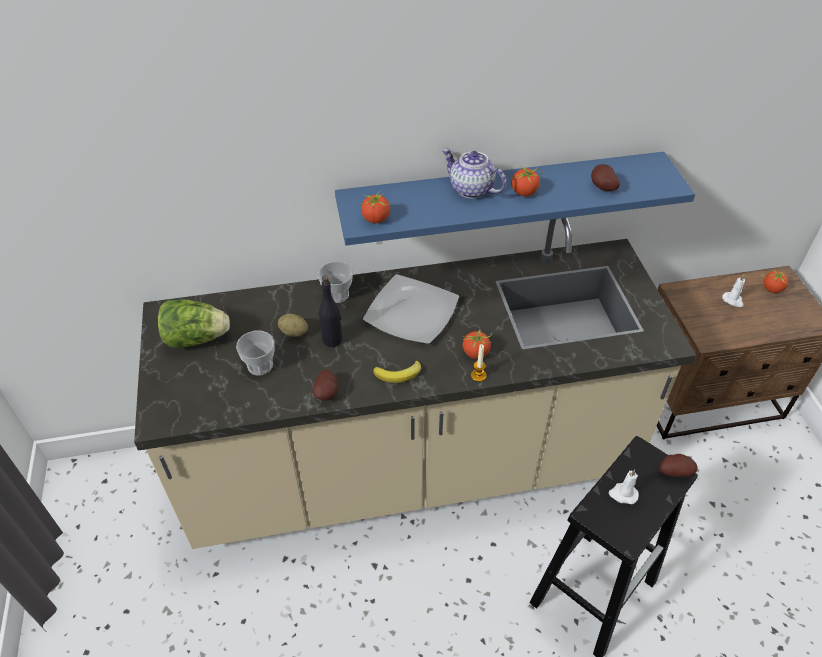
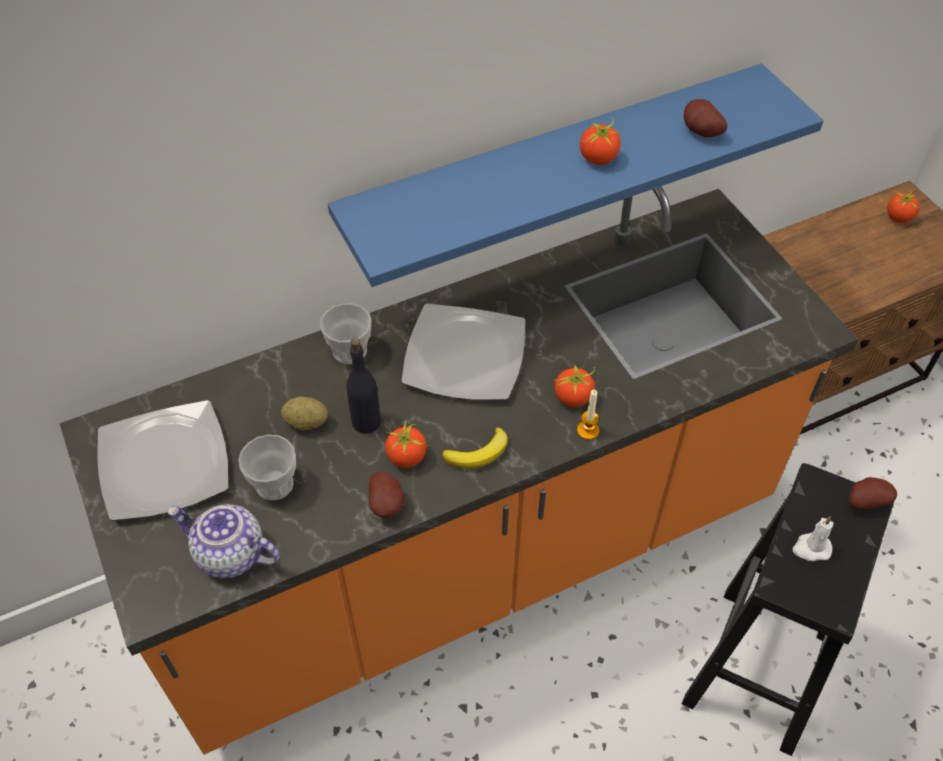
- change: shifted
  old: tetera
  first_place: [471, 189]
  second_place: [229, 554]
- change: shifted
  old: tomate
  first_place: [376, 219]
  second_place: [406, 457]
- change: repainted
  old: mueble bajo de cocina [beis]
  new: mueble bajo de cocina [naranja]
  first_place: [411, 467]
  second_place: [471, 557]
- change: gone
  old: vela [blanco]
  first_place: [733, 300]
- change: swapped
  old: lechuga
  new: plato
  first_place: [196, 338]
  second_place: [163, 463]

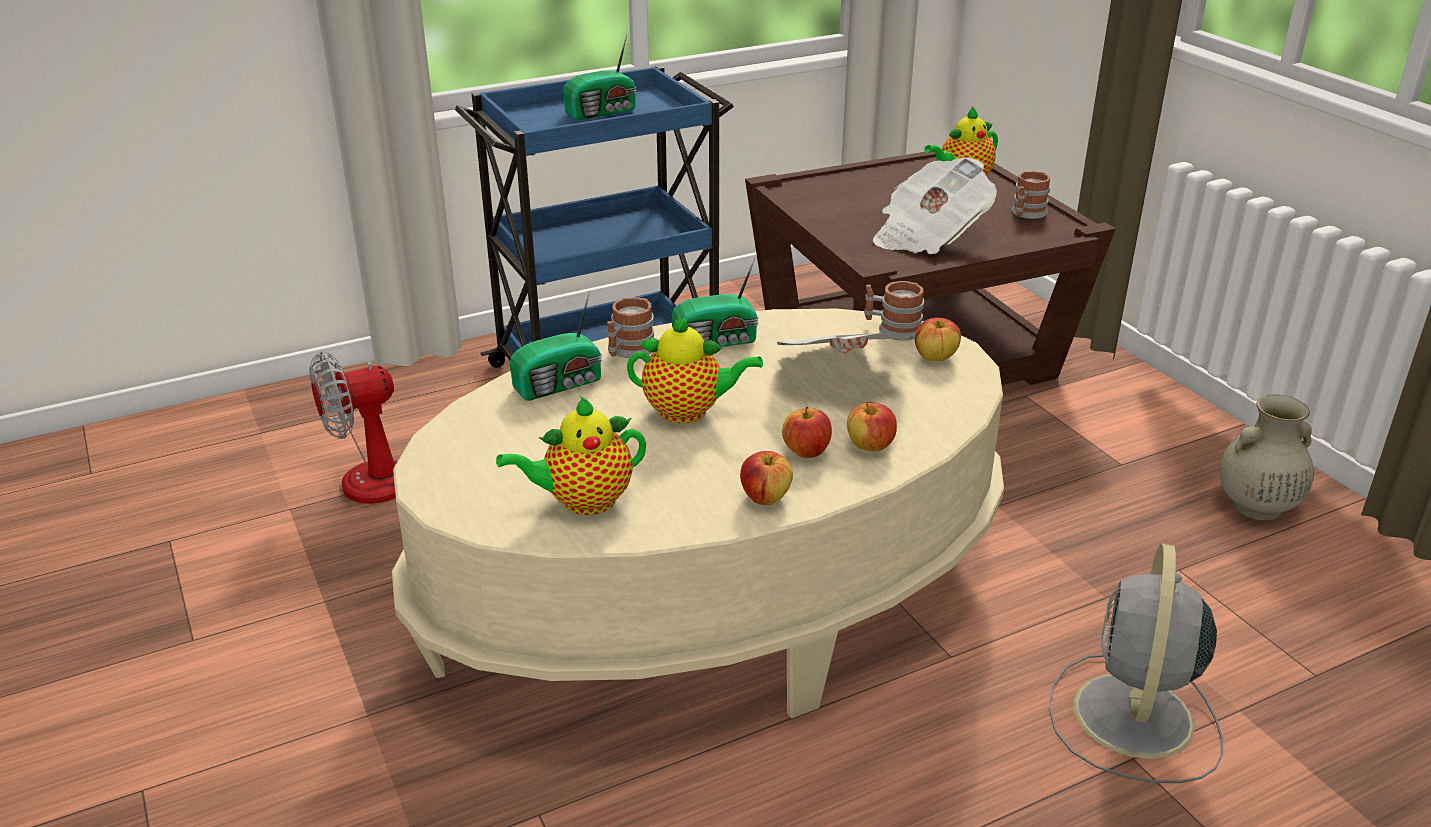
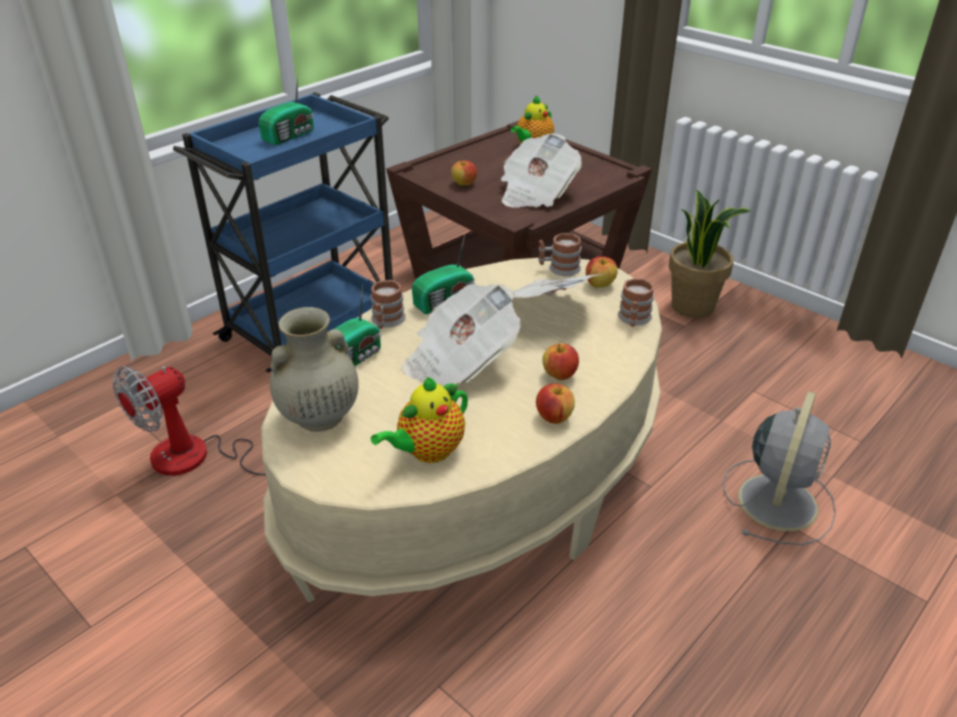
- change: shifted
  old: taza grande
  first_place: [1026, 214]
  second_place: [633, 320]
- change: swapped
  old: tetera
  new: periódico
  first_place: [688, 412]
  second_place: [459, 361]
- change: shifted
  old: florero [beis]
  first_place: [1255, 507]
  second_place: [318, 417]
- change: shifted
  old: manzana
  first_place: [870, 446]
  second_place: [464, 184]
- change: rotated
  old: ventilador [gris]
  first_place: [1132, 719]
  second_place: [778, 500]
  degrees: -150
- change: new
  new: planta en maceta
  second_place: [693, 306]

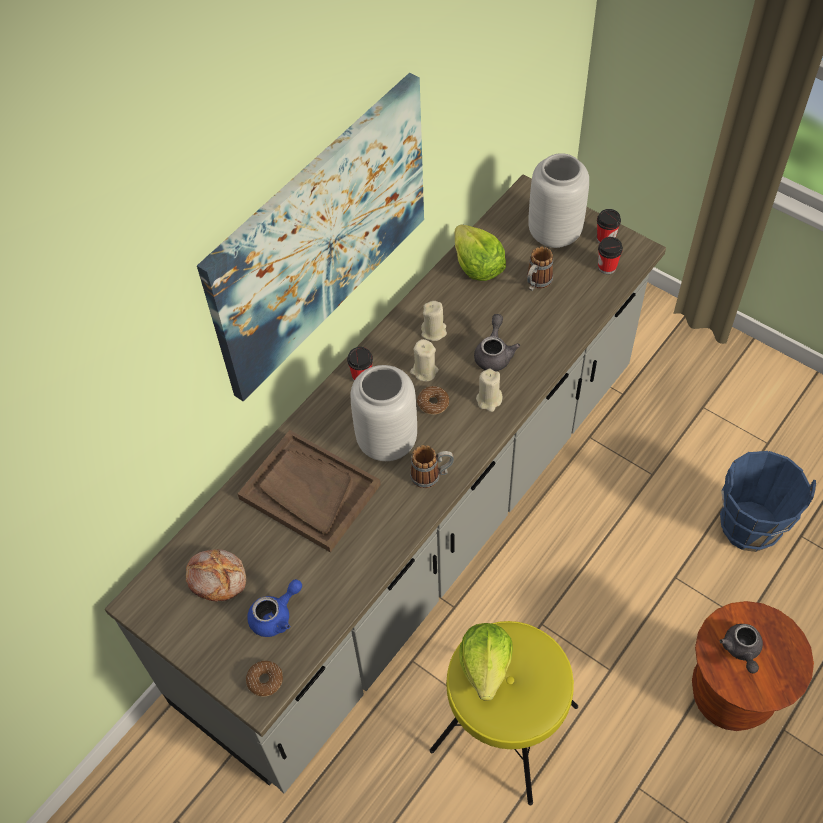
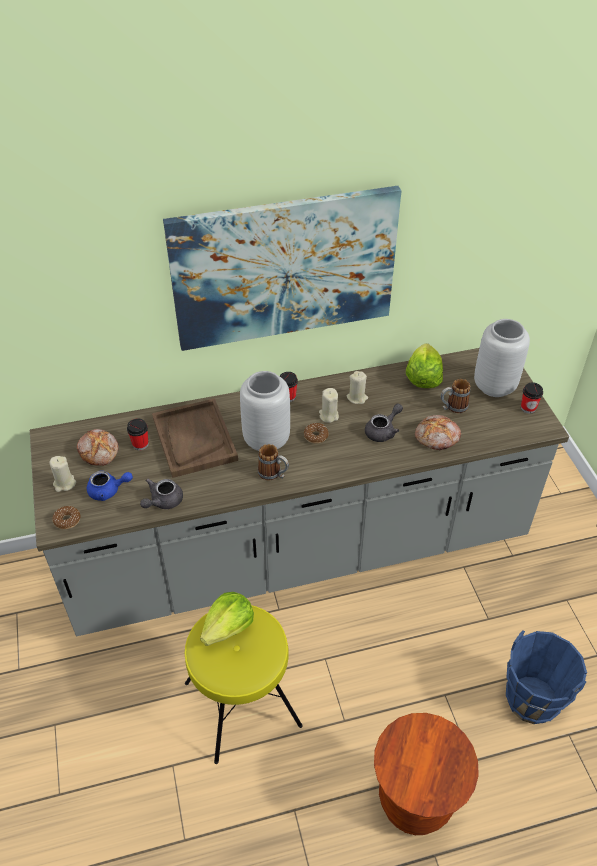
- change: shifted
  old: taza
  first_place: [607, 267]
  second_place: [140, 444]
- change: shifted
  old: vela [beis]
  first_place: [489, 400]
  second_place: [64, 483]
- change: shifted
  old: tetera [gris]
  first_place: [741, 650]
  second_place: [163, 501]
- change: new
  new: pan
  second_place: [437, 437]

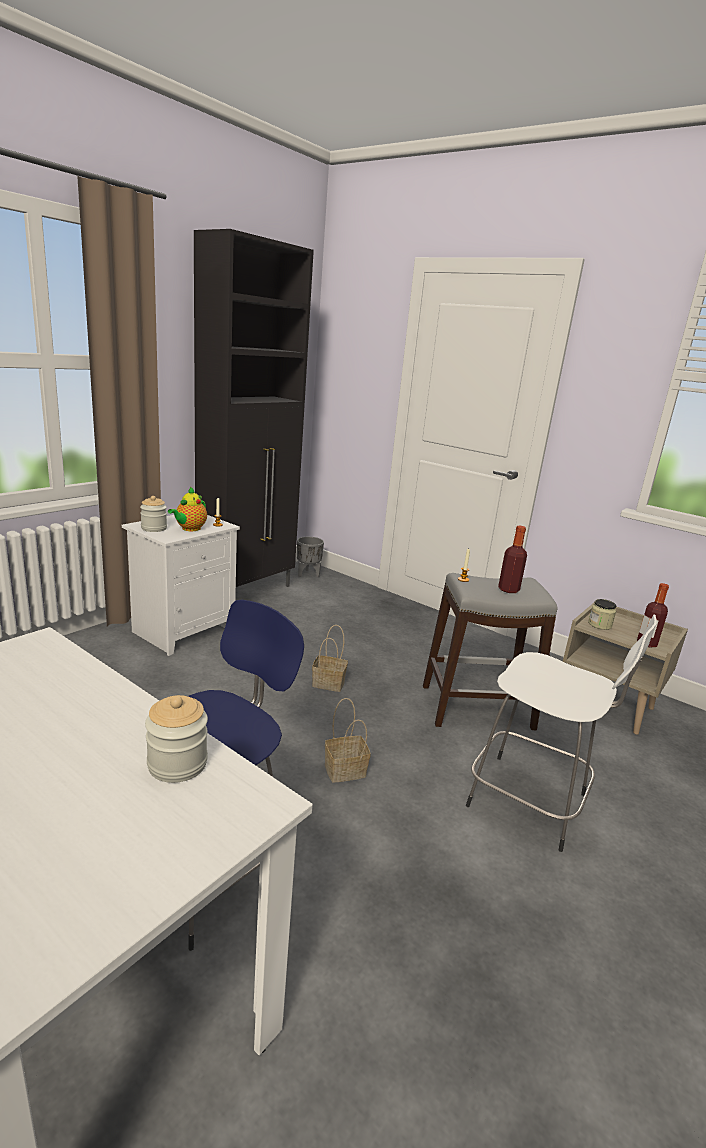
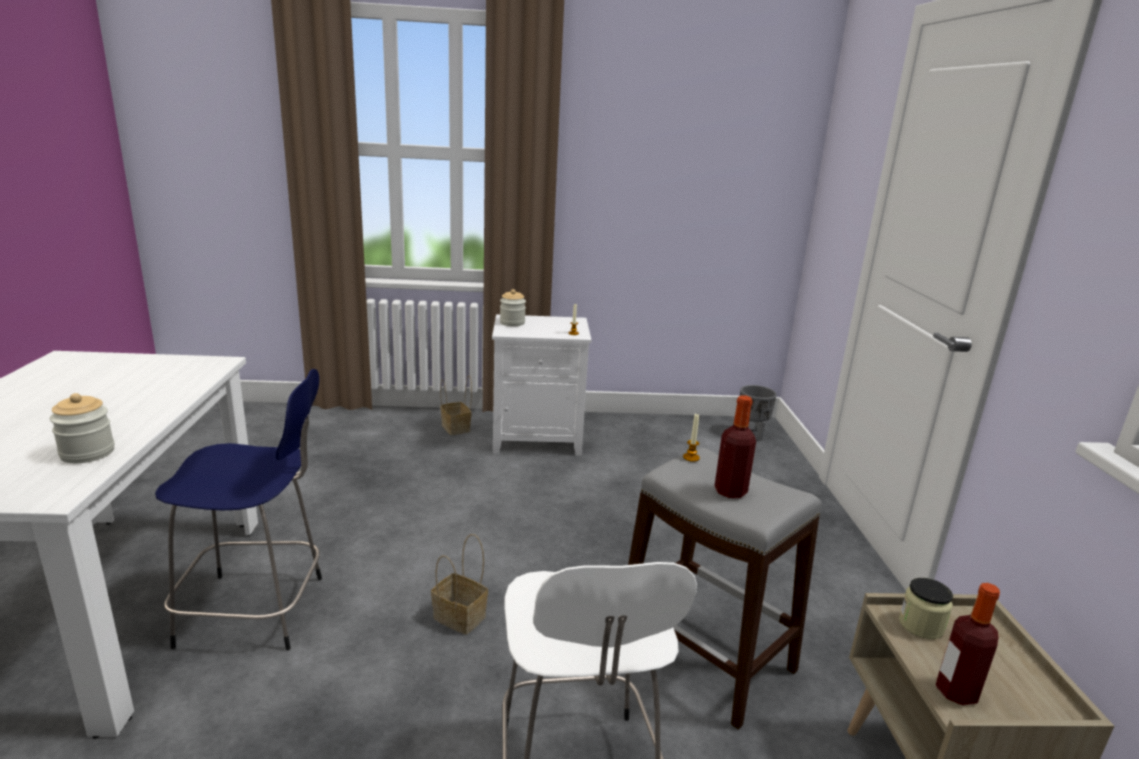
- change: gone
  old: armario [negro]
  first_place: [248, 591]
- change: gone
  old: tetera
  first_place: [189, 529]
- change: shifted
  old: cesta
  first_place: [329, 683]
  second_place: [456, 428]

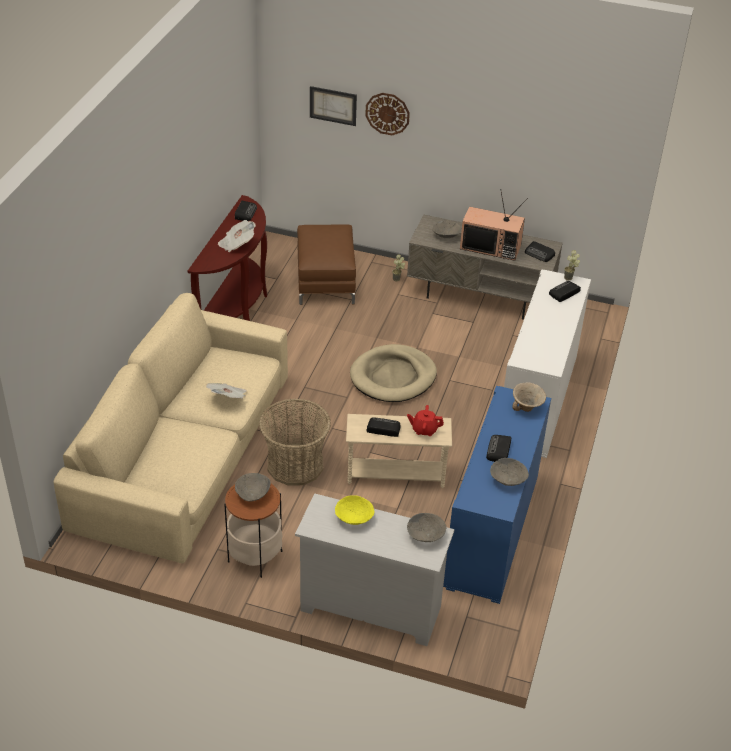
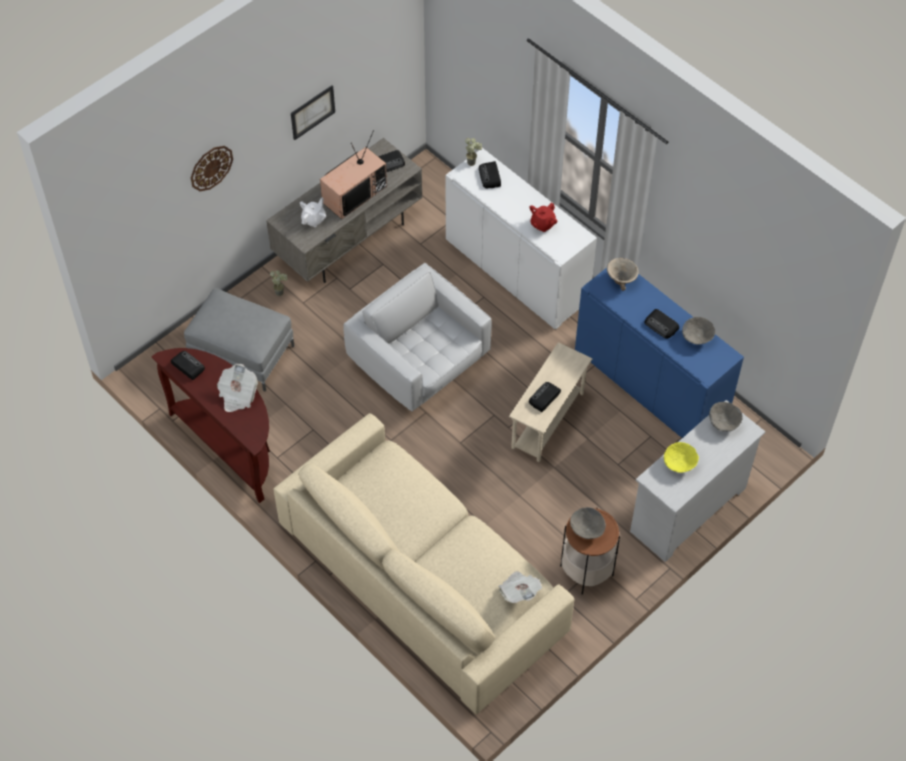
- change: shifted
  old: cuadro
  first_place: [333, 105]
  second_place: [312, 112]
- change: swapped
  old: cuenco [gris]
  new: tetera [blanco]
  first_place: [446, 236]
  second_place: [314, 219]
- change: repainted
  old: puf [marrón]
  new: puf [gris]
  first_place: [325, 281]
  second_place: [242, 353]
- change: swapped
  old: cama para perro [beis]
  new: sillón [blanco]
  first_place: [393, 377]
  second_place: [420, 363]
- change: shifted
  old: periódico
  first_place: [228, 398]
  second_place: [519, 591]
- change: gone
  old: cesta
  first_place: [295, 465]
- change: shifted
  old: tetera [rojo]
  first_place: [424, 429]
  second_place: [542, 224]

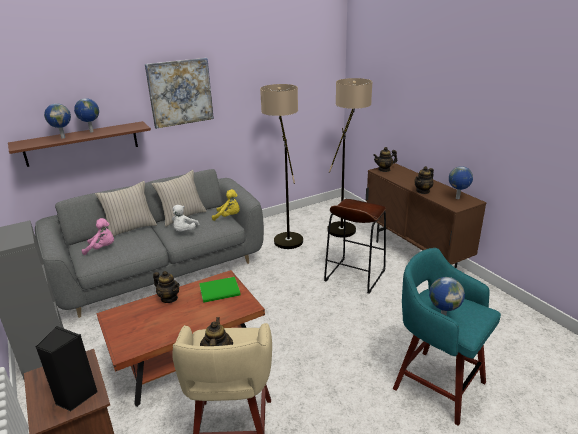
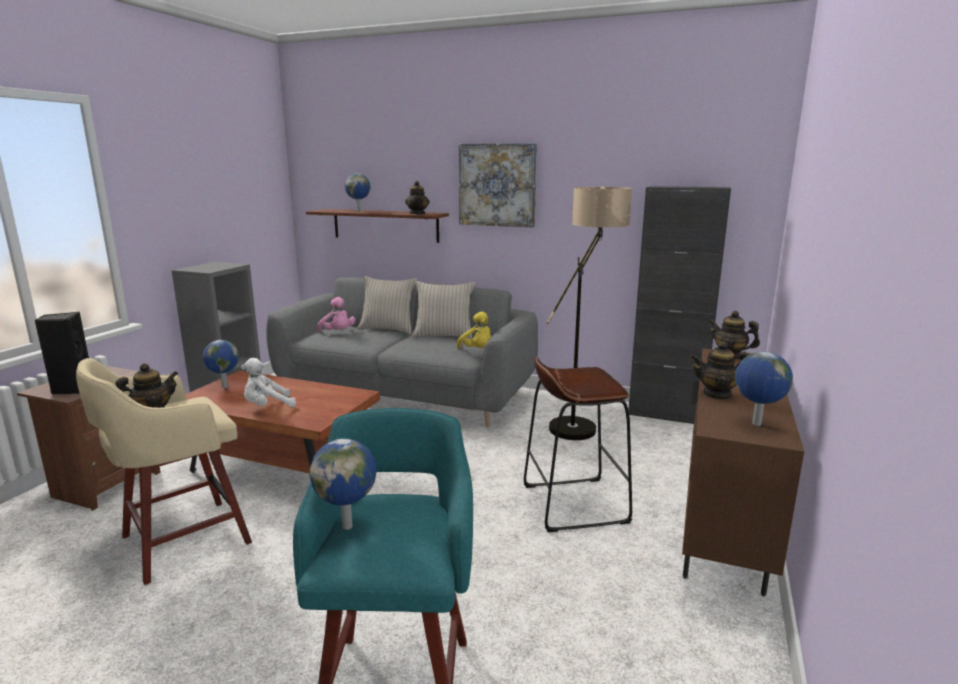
- change: gone
  old: lámpara de pie
  first_place: [346, 225]
- change: shifted
  old: globo terráqueo
  first_place: [91, 132]
  second_place: [224, 387]
- change: shifted
  old: peluche [blanco]
  first_place: [184, 231]
  second_place: [267, 407]
- change: shifted
  old: tetera
  first_place: [169, 298]
  second_place: [417, 213]
- change: gone
  old: libro [verde]
  first_place: [221, 291]
- change: new
  new: armario [negro]
  second_place: [665, 414]

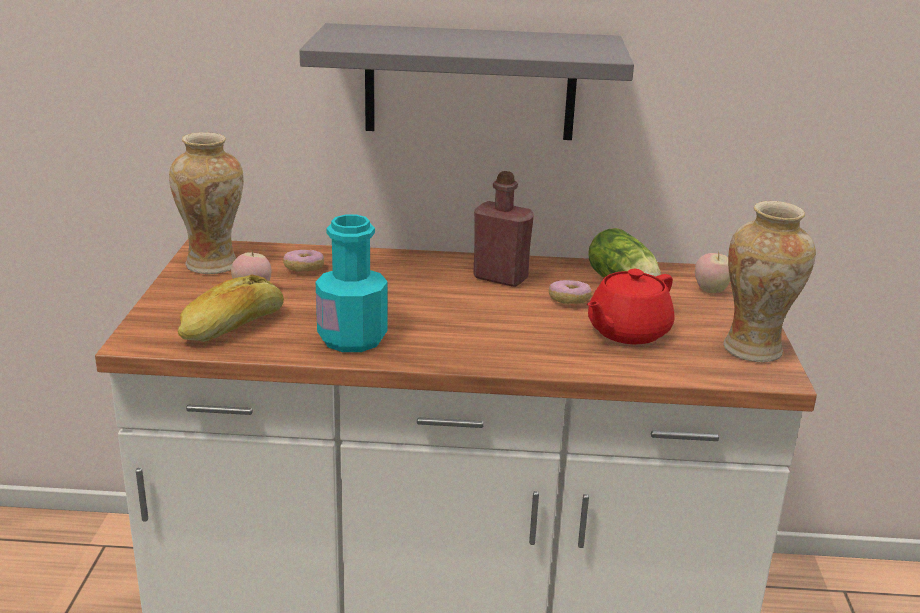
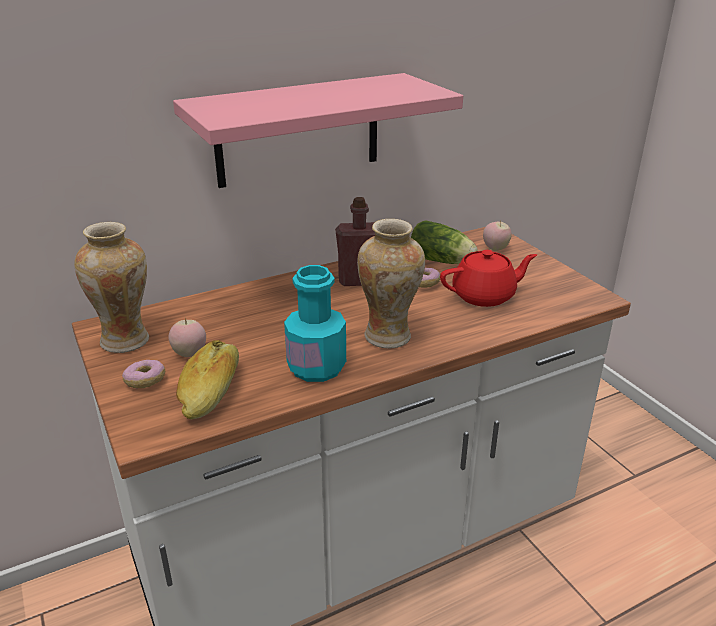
- change: repainted
  old: estante [gris]
  new: estante [rosa]
  first_place: [470, 83]
  second_place: [298, 130]
- change: shifted
  old: florero
  first_place: [754, 350]
  second_place: [389, 337]
- change: shifted
  old: rosquilla
  first_place: [304, 269]
  second_place: [145, 381]
- change: rotated
  old: tetera [rojo]
  first_place: [626, 332]
  second_place: [485, 296]
  degrees: -120

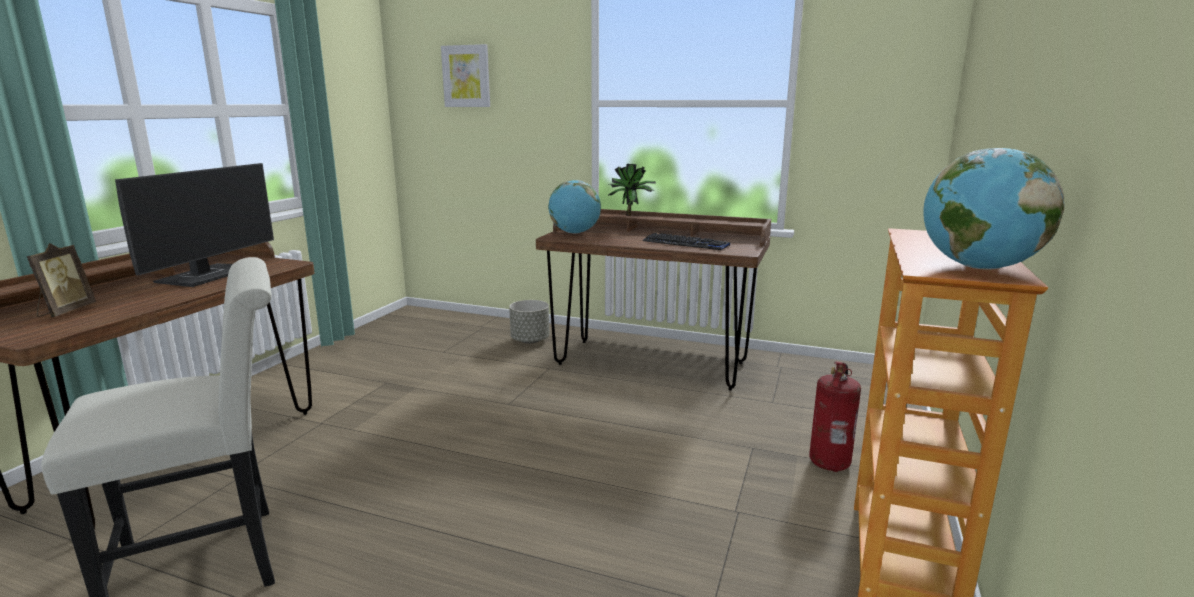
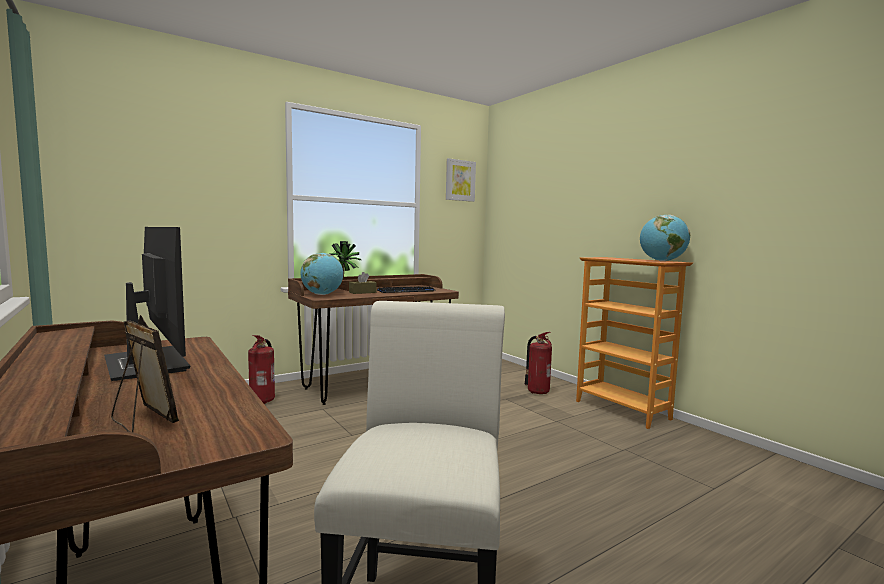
- change: shifted
  old: cuadro
  first_place: [466, 76]
  second_place: [460, 180]
- change: swapped
  old: maceta [gris]
  new: extintor
  first_place: [530, 340]
  second_place: [263, 400]
- change: new
  new: caja de pañuelos [marrón]
  second_place: [362, 292]

